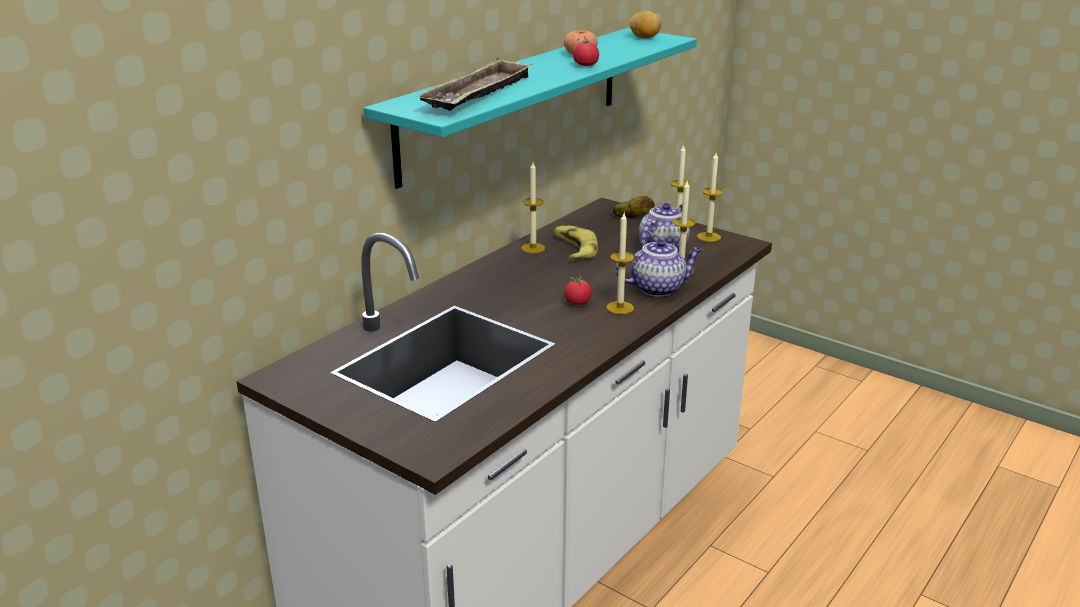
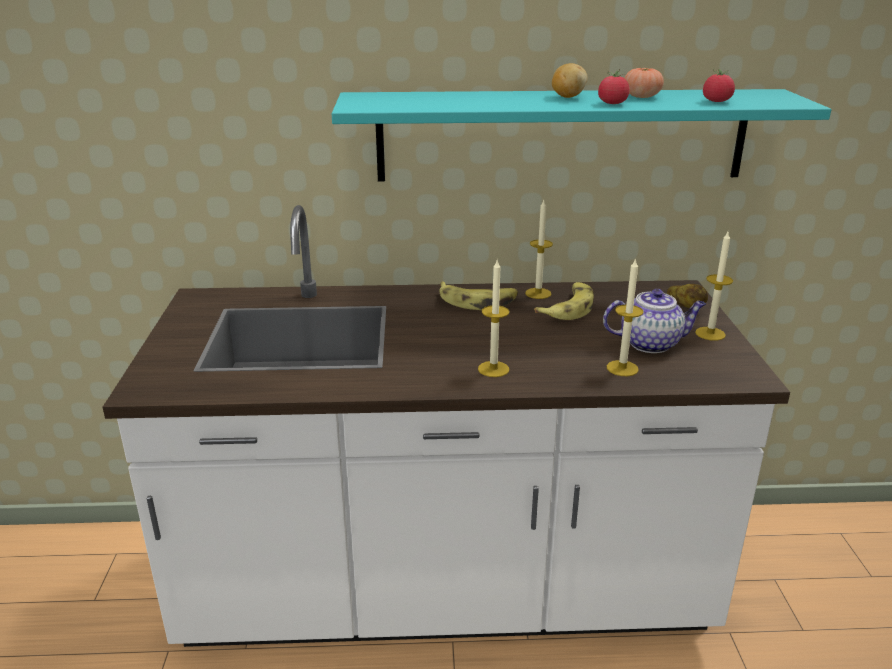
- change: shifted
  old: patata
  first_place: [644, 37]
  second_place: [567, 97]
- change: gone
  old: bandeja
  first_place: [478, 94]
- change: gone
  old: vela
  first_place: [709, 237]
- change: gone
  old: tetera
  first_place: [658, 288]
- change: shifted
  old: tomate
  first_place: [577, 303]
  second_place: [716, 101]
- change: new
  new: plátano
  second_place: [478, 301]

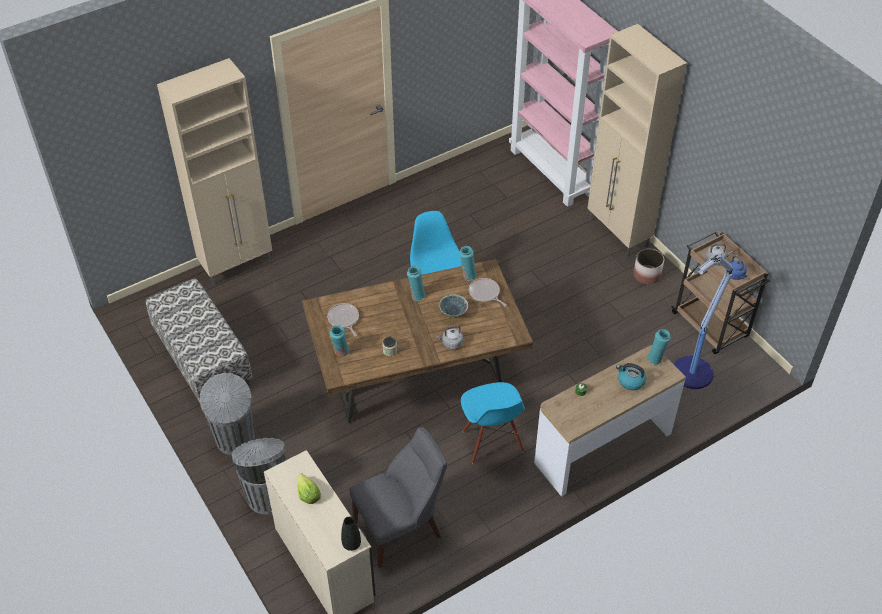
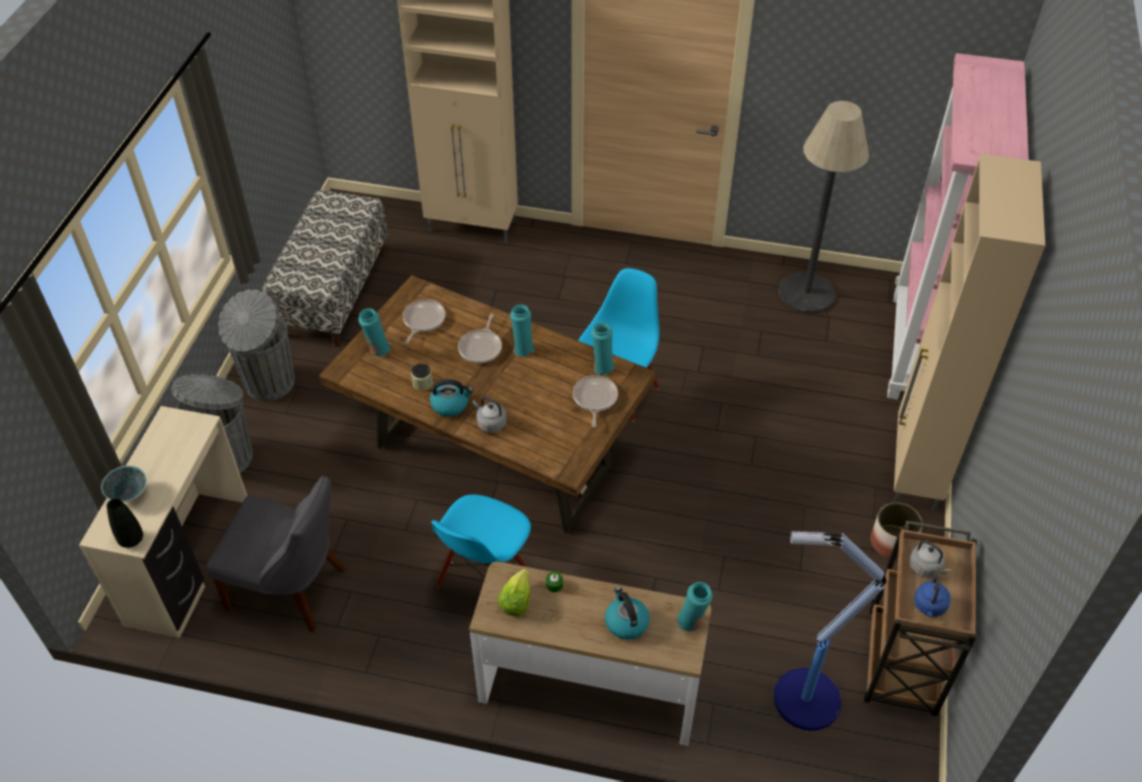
- change: shifted
  old: cuenco
  first_place: [453, 313]
  second_place: [129, 494]
- change: shifted
  old: lechuga
  first_place: [308, 494]
  second_place: [516, 600]
- change: new
  new: lámpara de pie
  second_place: [806, 293]
- change: new
  new: sartén
  second_place: [481, 347]
- change: new
  new: hervidor
  second_place: [450, 404]

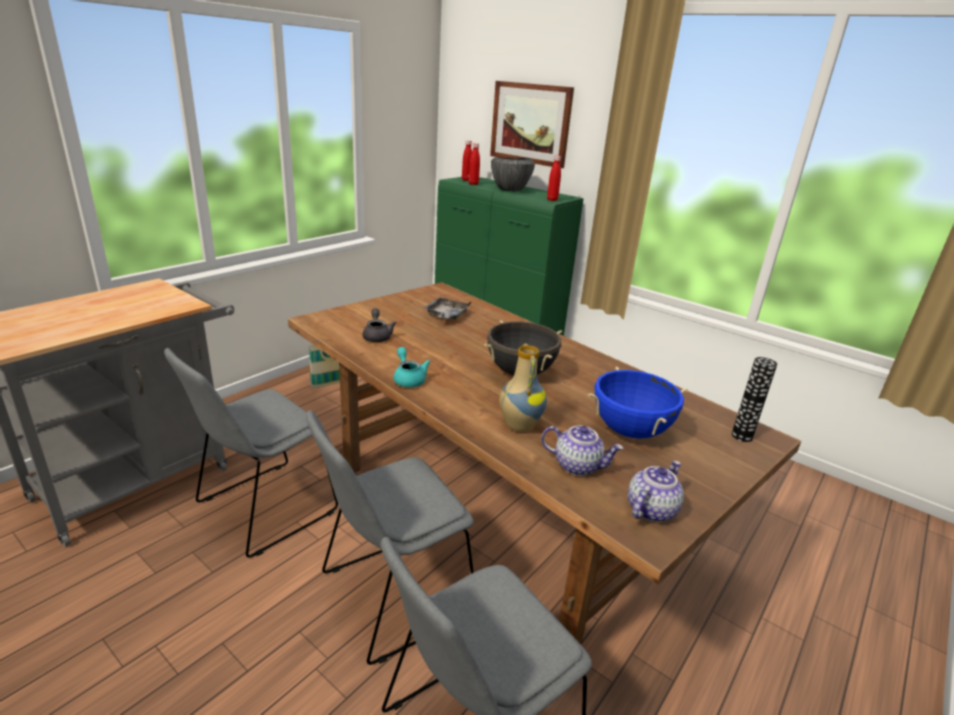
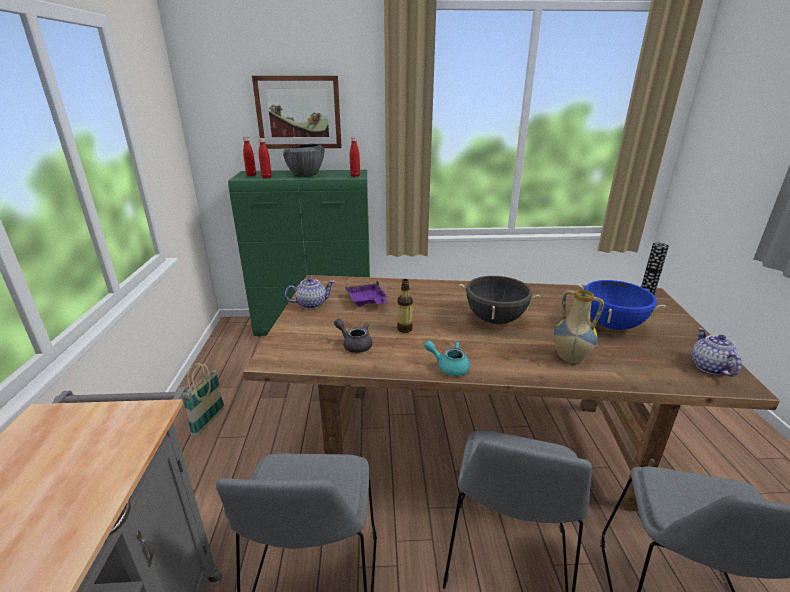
- change: repainted
  old: bandeja [gris]
  new: bandeja [morado]
  first_place: [446, 315]
  second_place: [367, 301]
- change: shifted
  old: tetera
  first_place: [578, 465]
  second_place: [311, 304]
- change: new
  new: botella
  second_place: [404, 329]

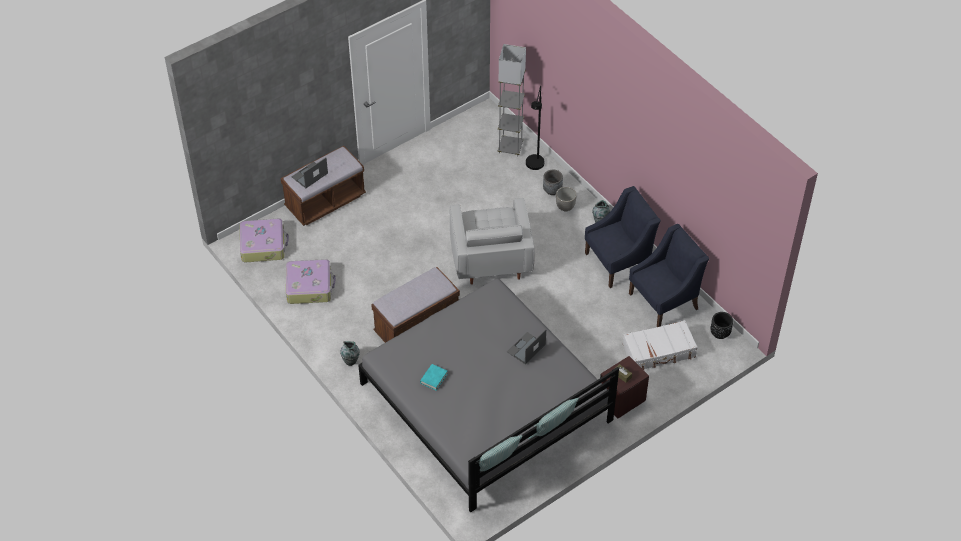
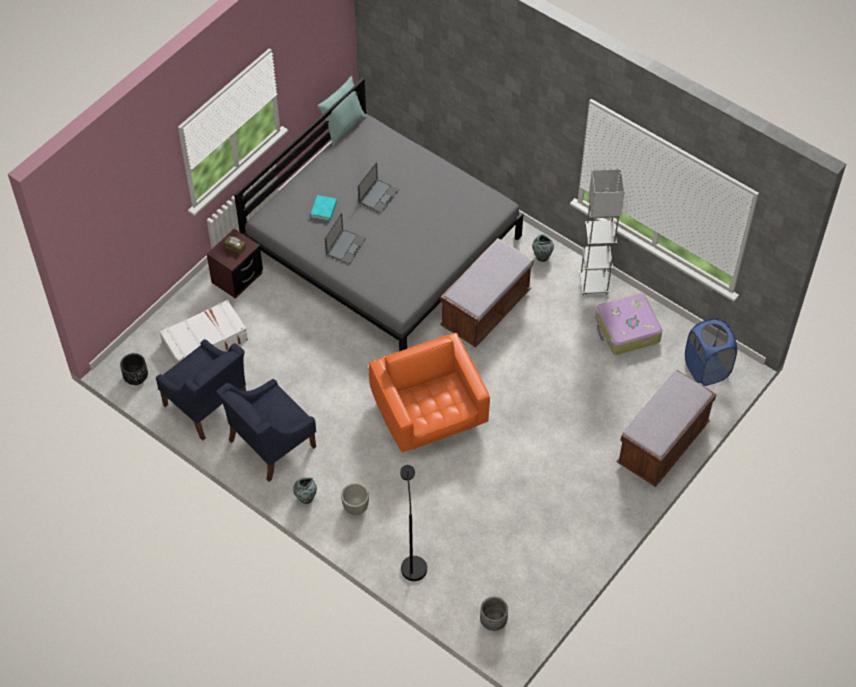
- change: shifted
  old: lámpara de pie [gris]
  first_place: [510, 147]
  second_place: [593, 285]
- change: shifted
  old: portátil
  first_place: [309, 175]
  second_place: [378, 196]
- change: shifted
  old: maceta [gris]
  first_place: [552, 190]
  second_place: [493, 621]
- change: repainted
  old: sillón [blanco]
  new: sillón [naranja]
  first_place: [490, 257]
  second_place: [430, 414]
- change: swapped
  old: maleta
  new: cesto de la ropa [azul]
  first_place: [263, 245]
  second_place: [706, 369]
- change: rotated
  old: sillón [azul]
  first_place: [664, 301]
  second_place: [207, 404]
  degrees: -90
- change: shifted
  old: libro [turquesa]
  first_place: [433, 378]
  second_place: [324, 210]
- change: gone
  old: cojín
  first_place: [552, 431]

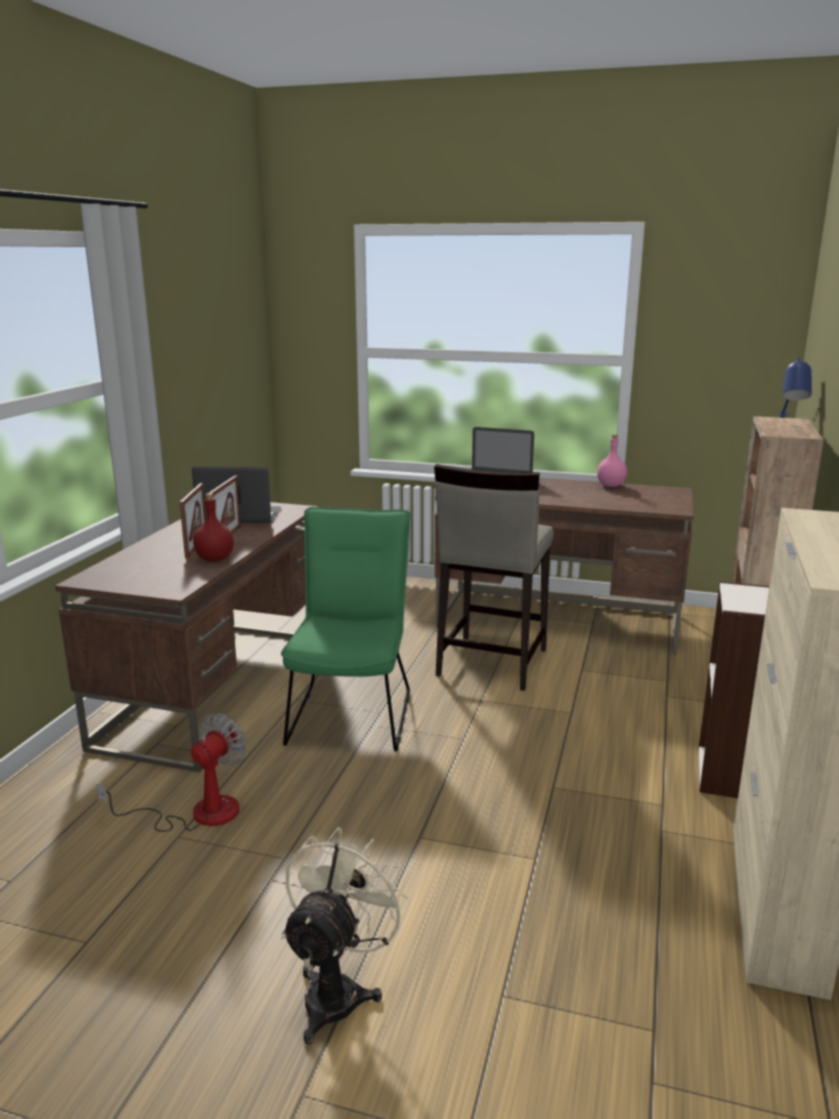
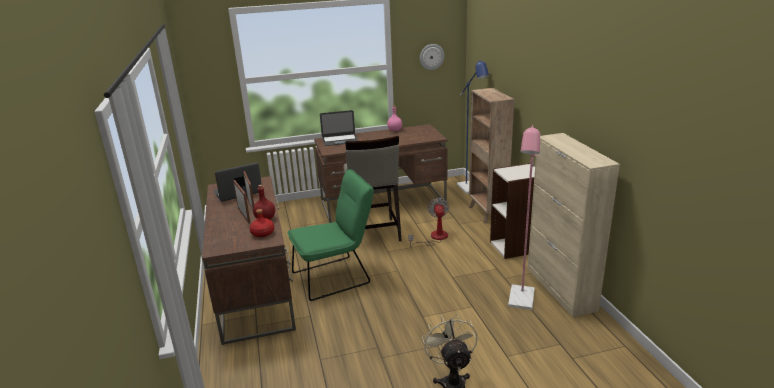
- change: rotated
  old: silla [verde]
  first_place: [352, 712]
  second_place: [336, 276]
  degrees: 90
- change: shifted
  old: ventilador
  first_place: [198, 813]
  second_place: [434, 238]
- change: new
  new: reloj de pared
  second_place: [431, 56]
- change: new
  new: lámpara de pie [rosa]
  second_place: [521, 302]
- change: new
  new: botella [rojo]
  second_place: [262, 233]

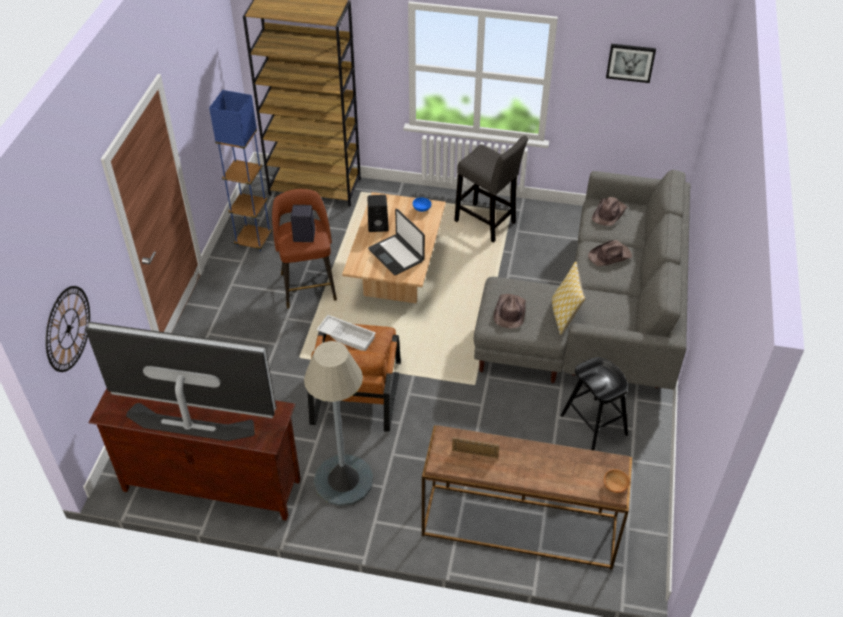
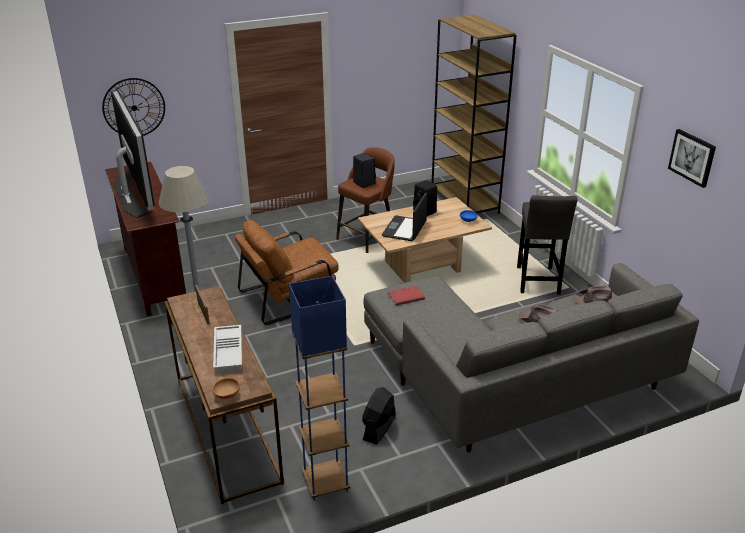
- change: shifted
  old: lámpara de pie [azul]
  first_place: [253, 240]
  second_place: [326, 482]
- change: gone
  old: cojín
  first_place: [564, 315]
- change: swapped
  old: sombrero [marrón]
  new: libro [rojo]
  first_place: [510, 312]
  second_place: [405, 296]
- change: shifted
  old: bandeja [blanco]
  first_place: [347, 335]
  second_place: [229, 352]
- change: swapped
  old: taburete [negro]
  new: ventilador [negro]
  first_place: [593, 424]
  second_place: [379, 428]

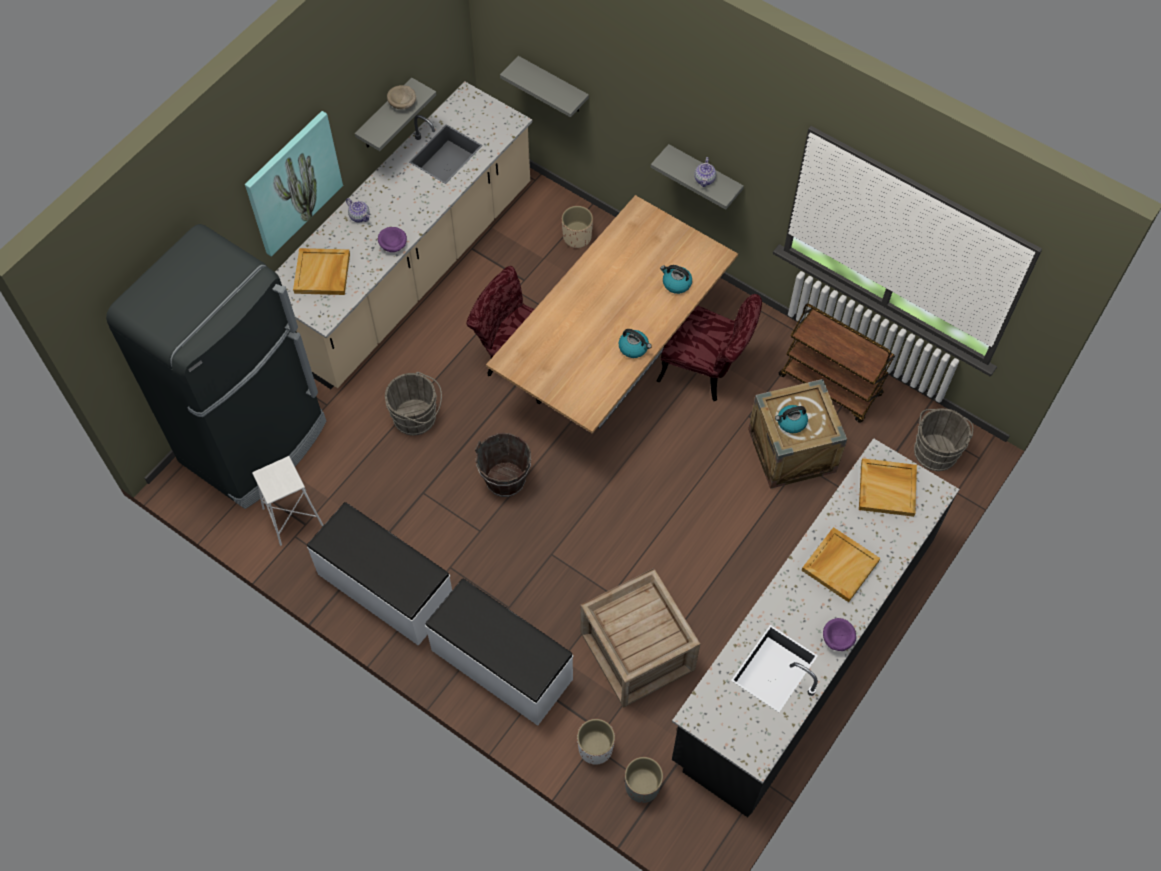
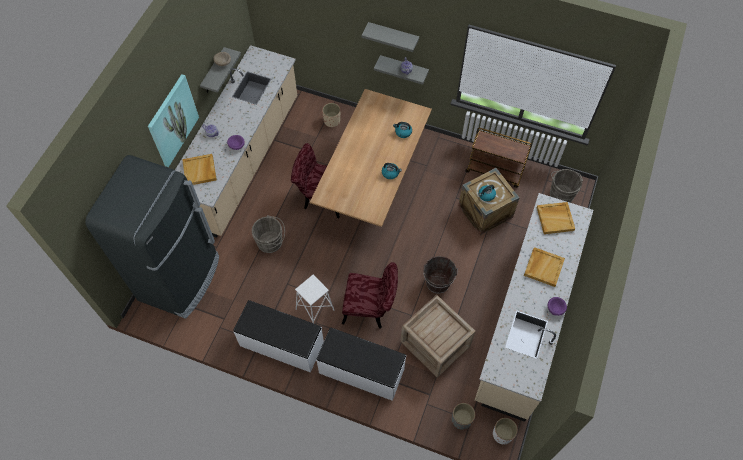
- change: shifted
  old: estante [gris]
  first_place: [553, 86]
  second_place: [393, 36]
- change: shifted
  old: silla [rojo]
  first_place: [706, 370]
  second_place: [370, 309]
- change: shifted
  old: cubo [marrón]
  first_place: [505, 480]
  second_place: [437, 283]
- change: repainted
  old: mueble bajo de cocina [negro]
  new: mueble bajo de cocina [beis]
  first_place: [803, 649]
  second_place: [525, 319]
- change: shifted
  old: taburete [blanco]
  first_place: [293, 517]
  second_place: [315, 309]
- change: shifted
  old: maceta [blanco]
  first_place: [595, 748]
  second_place: [502, 434]

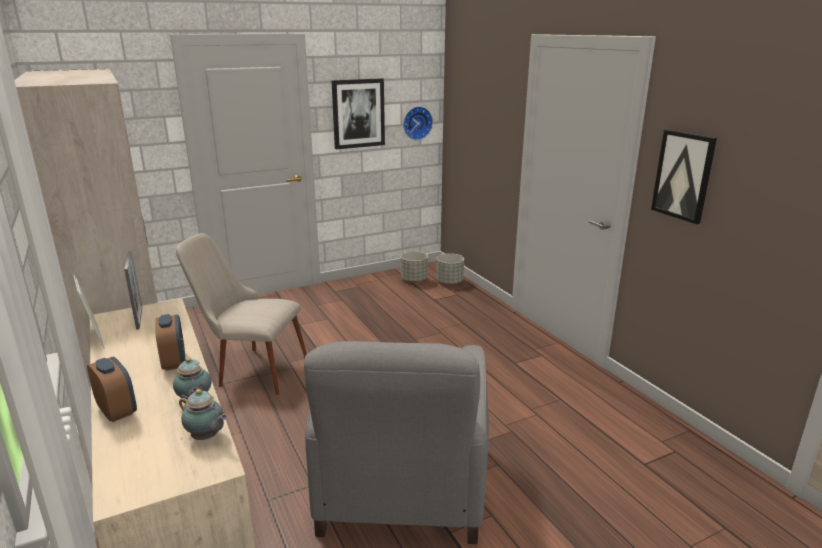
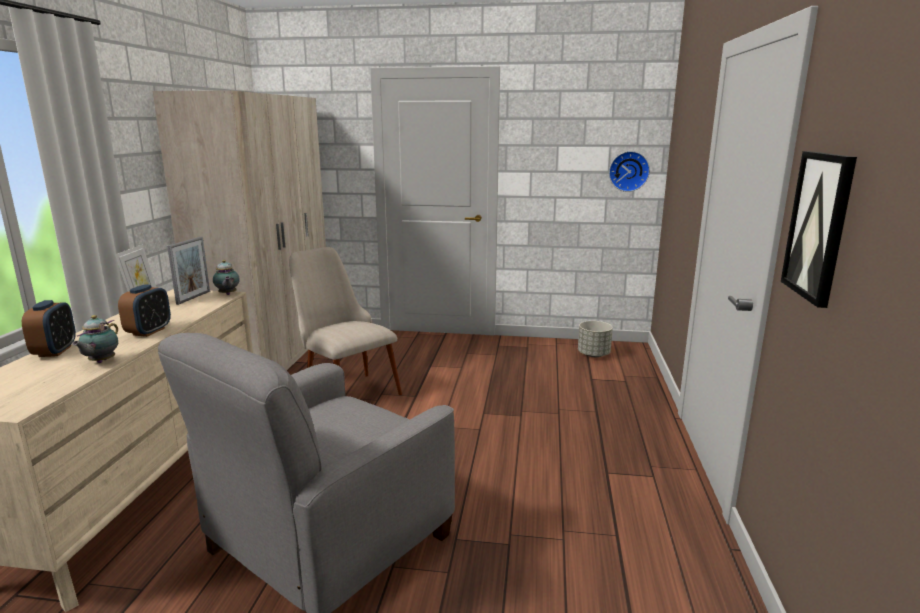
- change: gone
  old: cuadro
  first_place: [358, 113]
- change: gone
  old: maceta [gris]
  first_place: [449, 282]
- change: shifted
  old: tetera
  first_place: [206, 437]
  second_place: [227, 294]

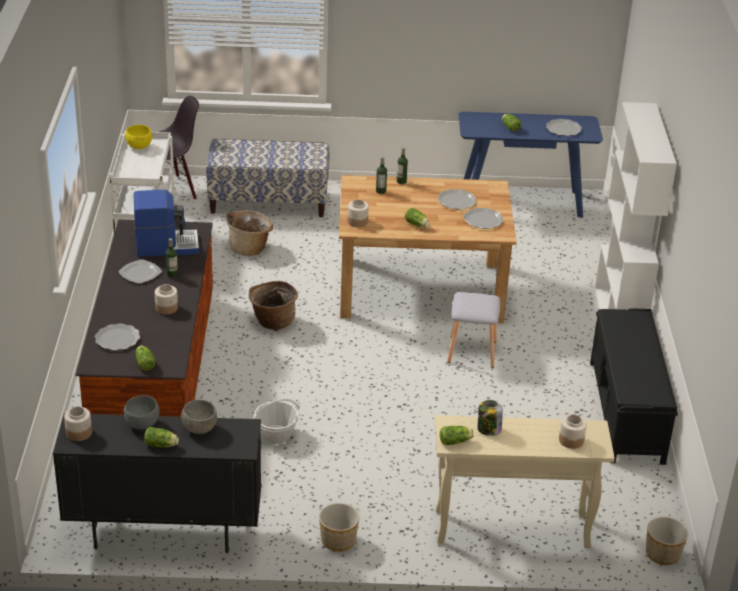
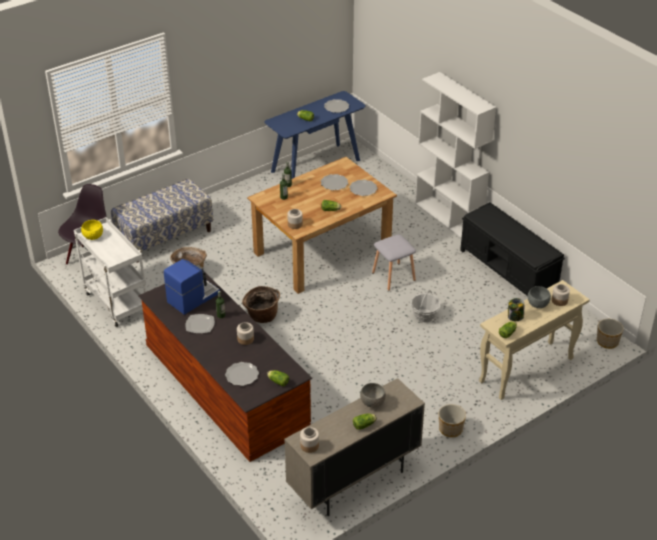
- change: shifted
  old: cuenco [gris]
  first_place: [142, 424]
  second_place: [537, 304]
- change: shifted
  old: cesta
  first_place: [276, 434]
  second_place: [424, 315]
- change: repainted
  old: armario [negro]
  new: armario [beis]
  first_place: [164, 532]
  second_place: [354, 482]

